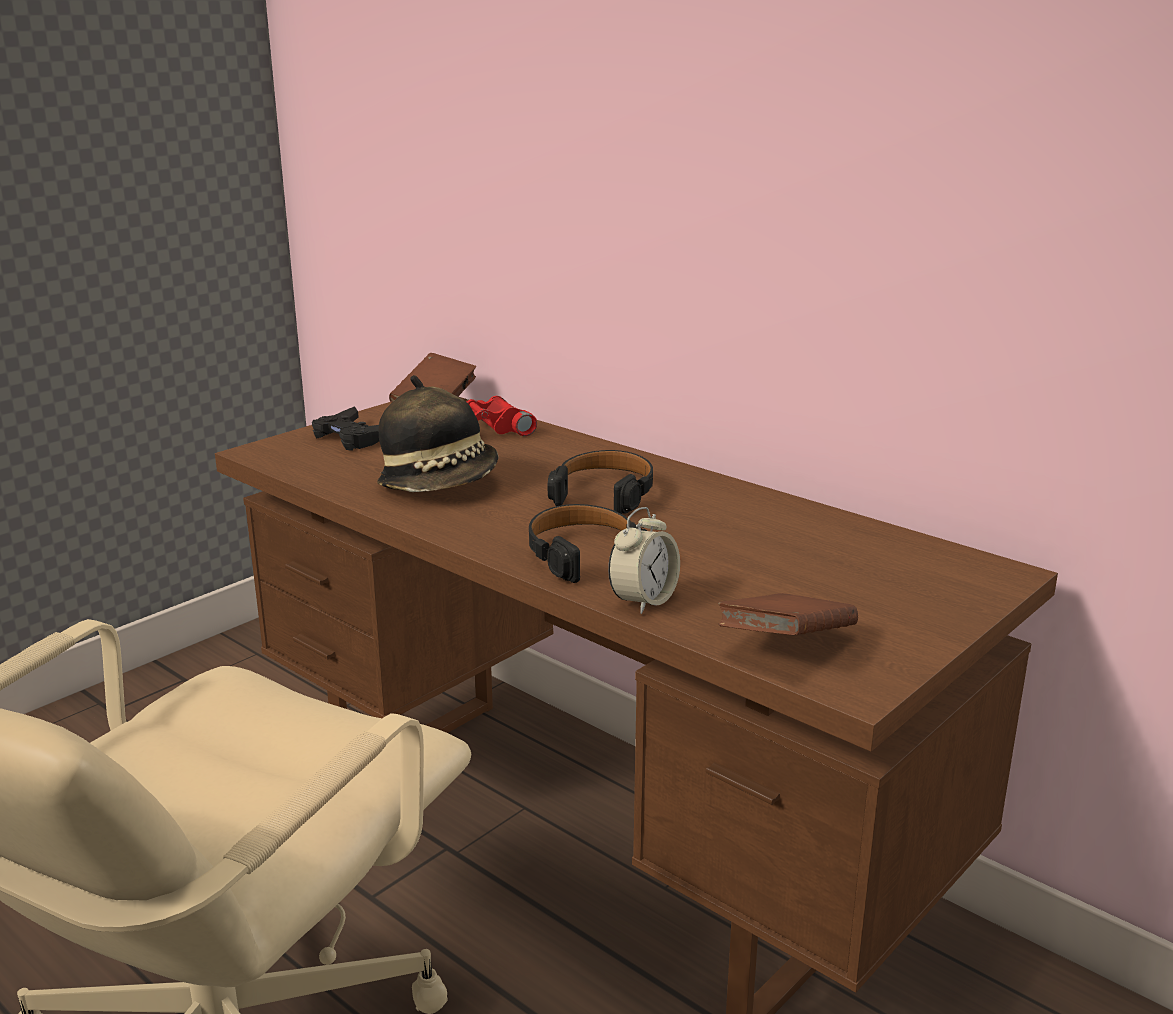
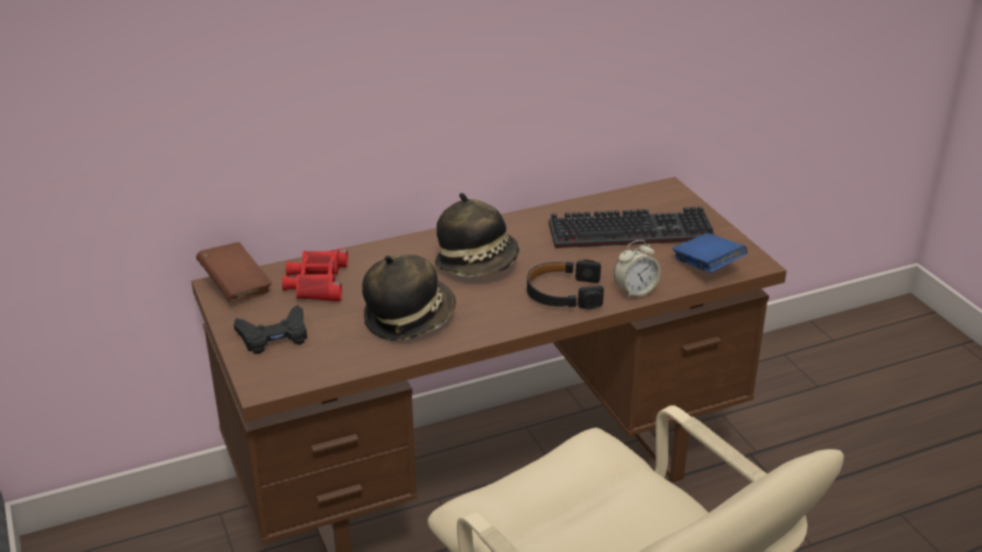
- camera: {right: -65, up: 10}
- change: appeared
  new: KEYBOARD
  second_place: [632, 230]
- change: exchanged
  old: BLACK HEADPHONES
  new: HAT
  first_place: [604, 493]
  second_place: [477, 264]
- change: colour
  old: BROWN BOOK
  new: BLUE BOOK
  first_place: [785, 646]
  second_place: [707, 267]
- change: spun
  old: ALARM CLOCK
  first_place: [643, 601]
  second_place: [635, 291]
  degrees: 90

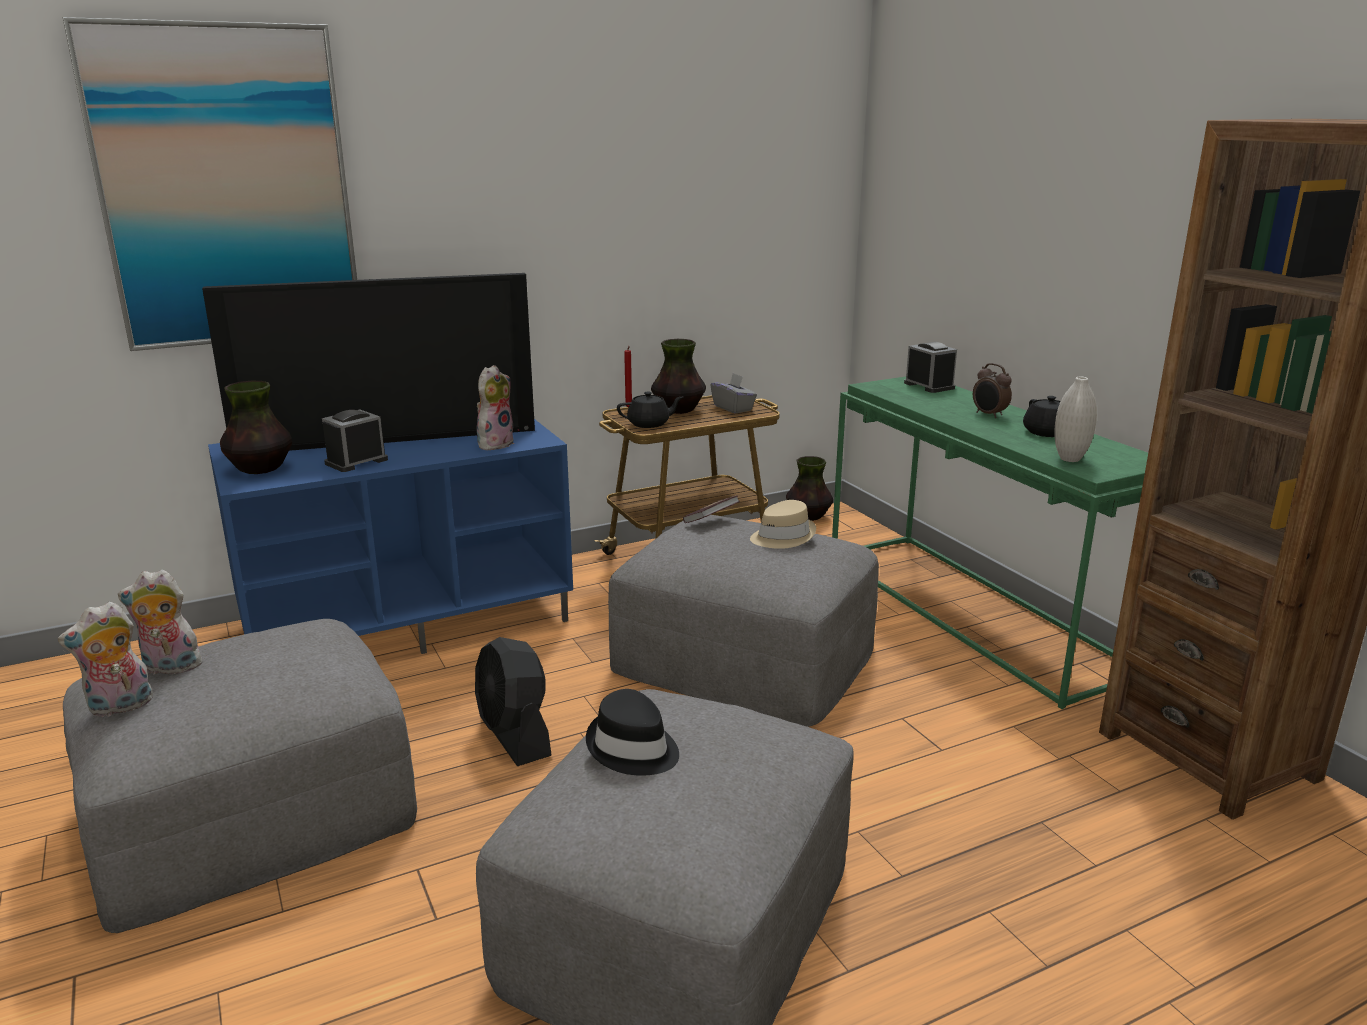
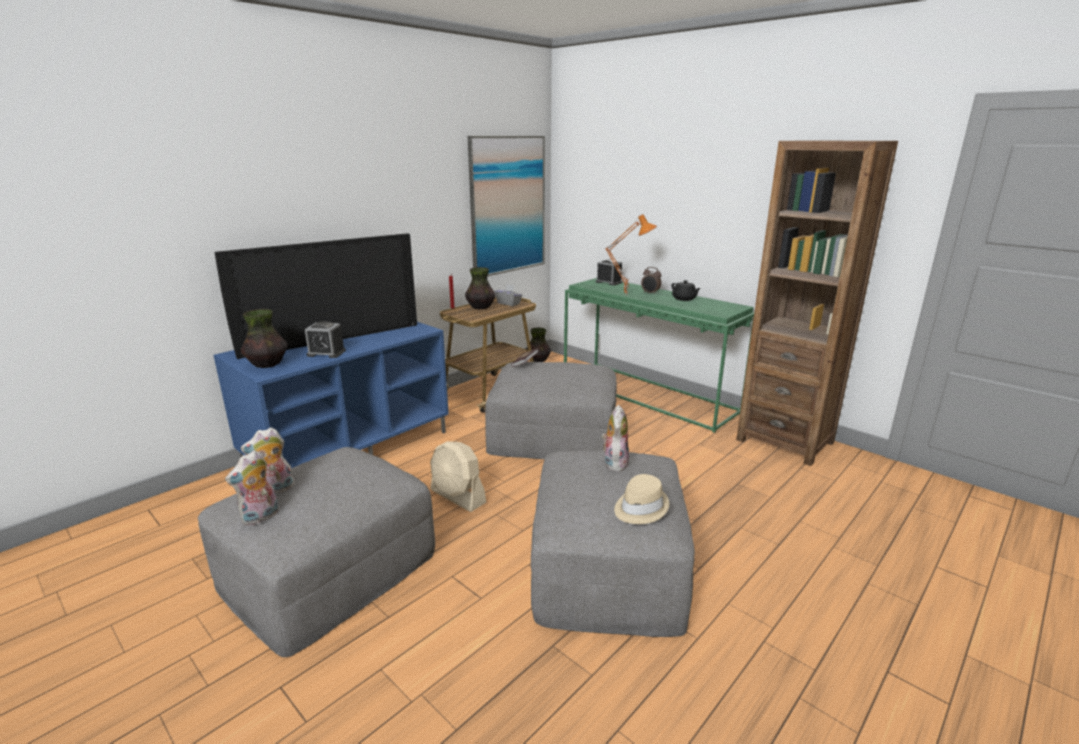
- camera: {right: -20, up: 0}
- change: missing
  old: BLACK HAT
  first_place: [632, 749]
- change: missing
  old: BLACK TEAPOT
  first_place: [649, 424]
- change: missing
  old: WHITE VASE
  first_place: [1070, 459]
- change: appeared
  new: ORANGE TABLE LAMP
  second_place: [627, 294]
- change: relocated
  old: PICTURE
  first_place: [227, 188]
  second_place: [508, 205]
- change: relocated
  old: PLUSH TOY
  first_place: [495, 444]
  second_place: [614, 462]
- change: relocated
  old: BEIGE HAT
  first_place: [782, 537]
  second_place: [640, 508]
- change: colour
  old: BLACK FAN
  new: BEIGE FAN
  first_place: [515, 736]
  second_place: [458, 497]
- change: spun
  old: ALARM CLOCK
  first_place: [356, 461]
  second_place: [326, 353]
  degrees: -105

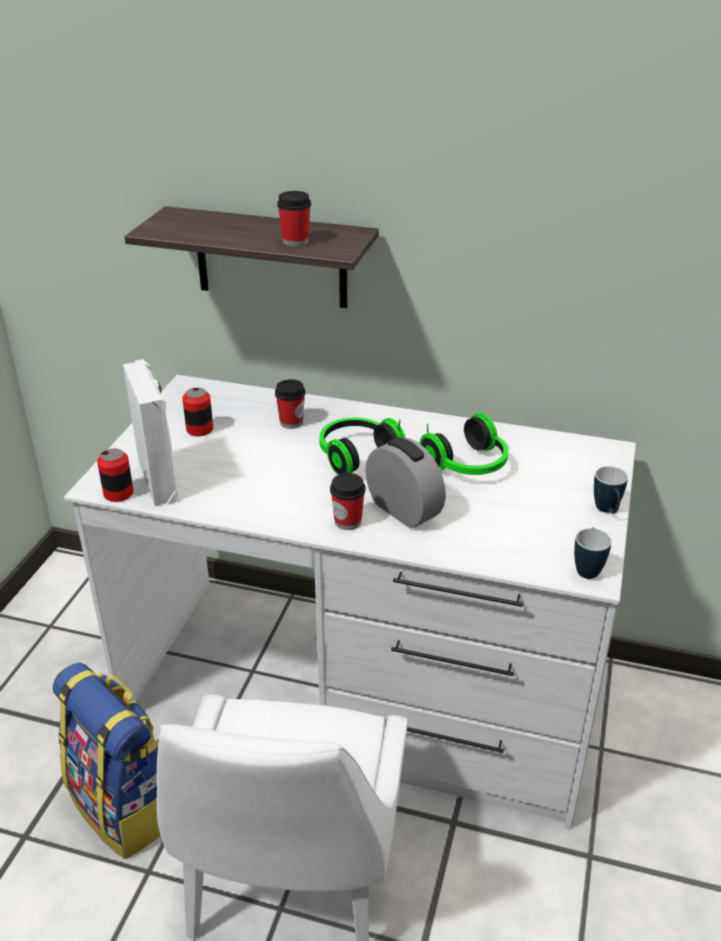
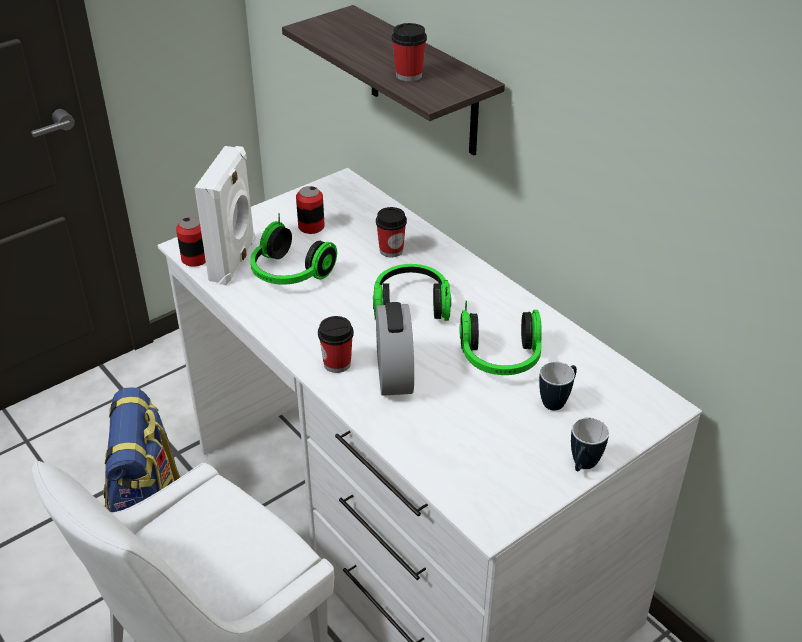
- camera: {right: 35, up: 5}
- change: appeared
  new: HEADPHONES
  second_place: [288, 274]
- change: relocated
  old: MUG
  first_place: [587, 568]
  second_place: [557, 401]

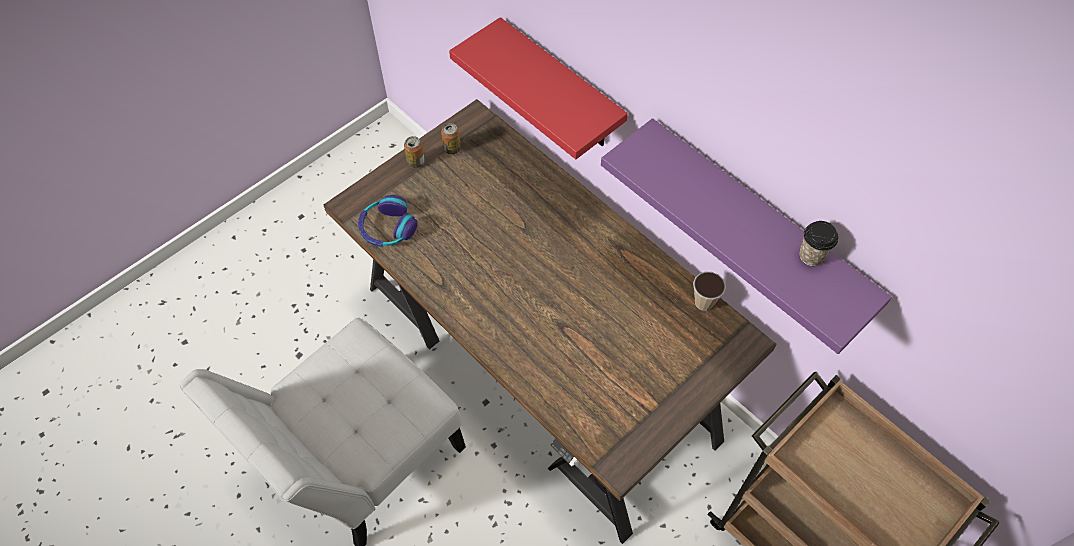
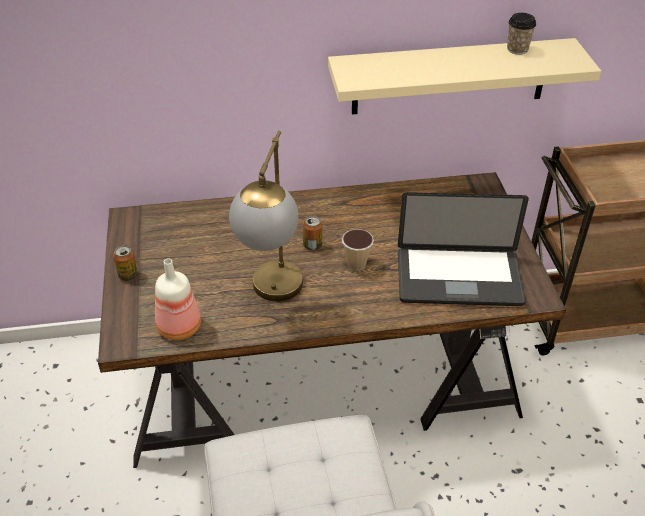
- camera: {right: -55, up: -15}
- change: missing
  old: RED SHELF
  first_place: [561, 87]
- change: appeared
  new: TABLE LAMP
  second_place: [274, 297]
- change: appeared
  new: LAPTOP
  second_place: [458, 278]
- change: relocated
  old: CAN
  first_place: [452, 148]
  second_place: [312, 245]
- change: relocated
  old: CUP
  first_place: [704, 302]
  second_place: [356, 264]
- change: exchanged
  old: HEADPHONES
  new: BOTTLE
  first_place: [387, 228]
  second_place: [178, 328]
- change: colour
  old: PURPLE SHELF
  new: BEIGE SHELF
  first_place: [756, 224]
  second_place: [450, 76]

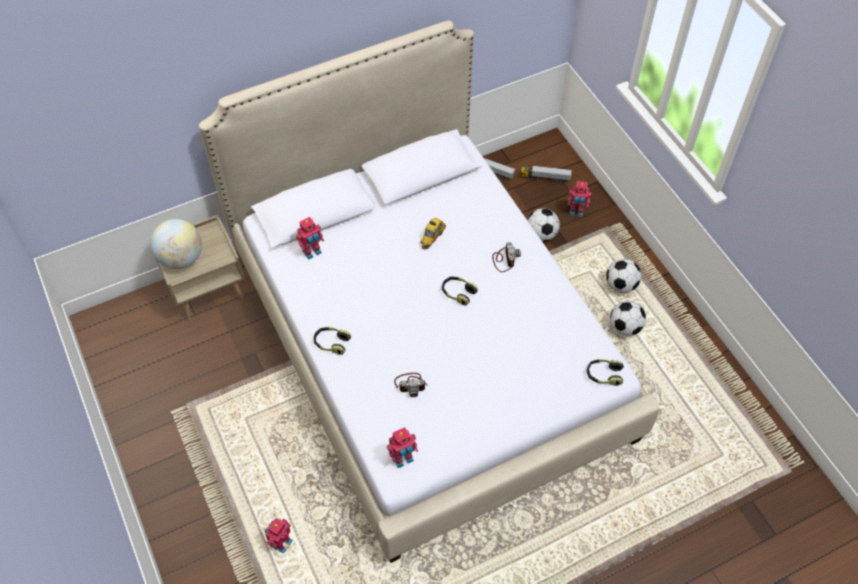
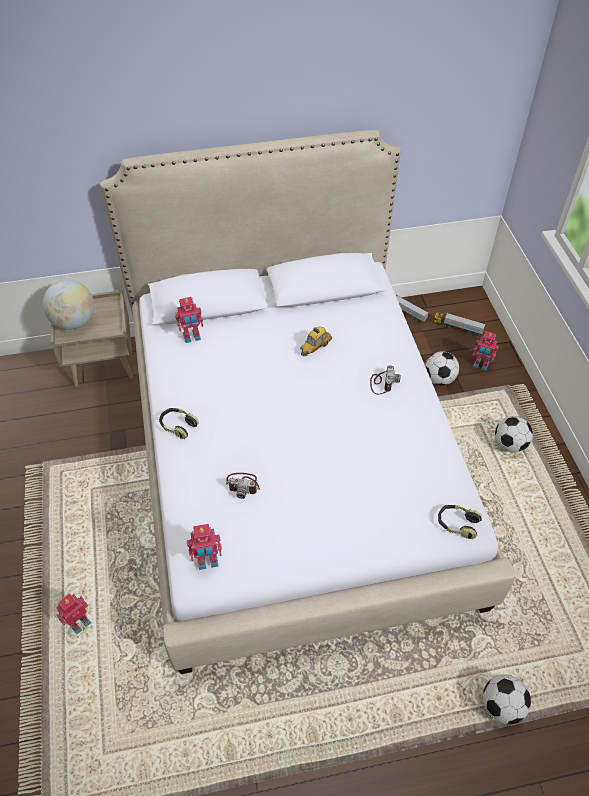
- camera: {right: 15, up: -5}
- change: missing
  old: HEADPHONES
  first_place: [458, 293]
- change: relocated
  old: FOOTBALL
  first_place: [625, 327]
  second_place: [501, 706]

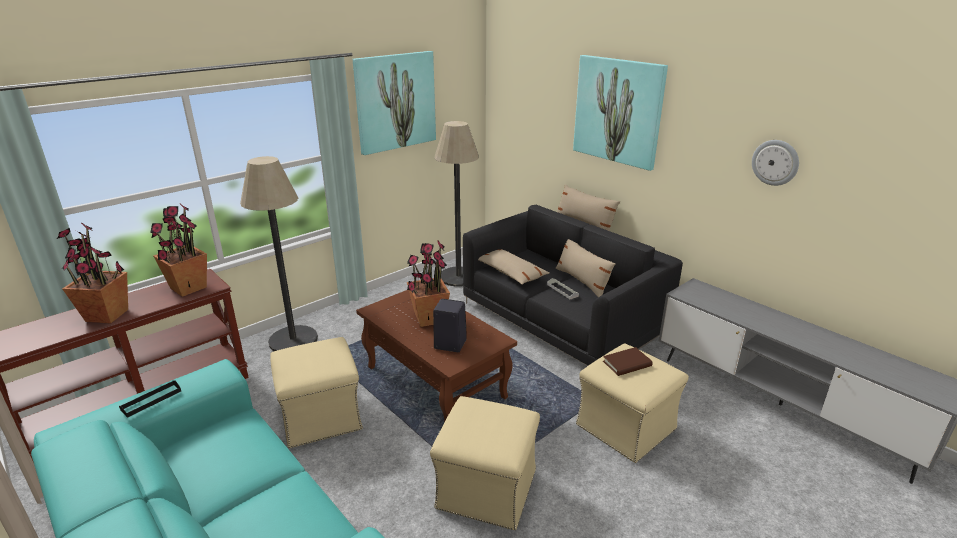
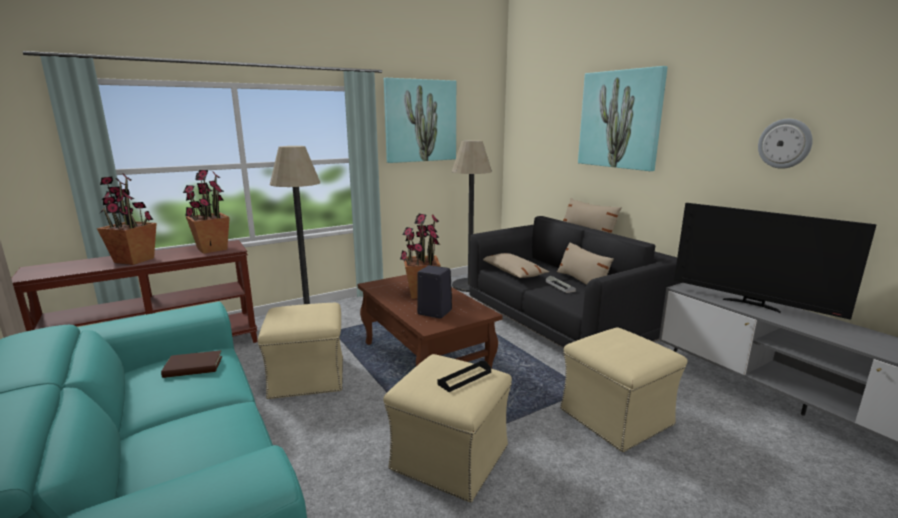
- camera: {right: 10, up: -10}
- change: appeared
  new: TELEVISION
  second_place: [752, 304]
- change: relocated
  old: BLACK TRAY
  first_place: [151, 400]
  second_place: [465, 378]
- change: relocated
  old: BROWN BOOK
  first_place: [627, 364]
  second_place: [193, 367]

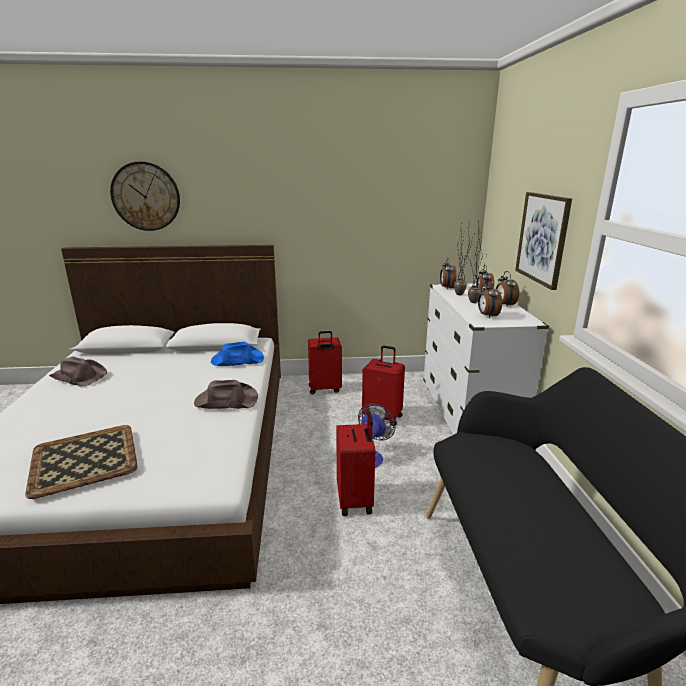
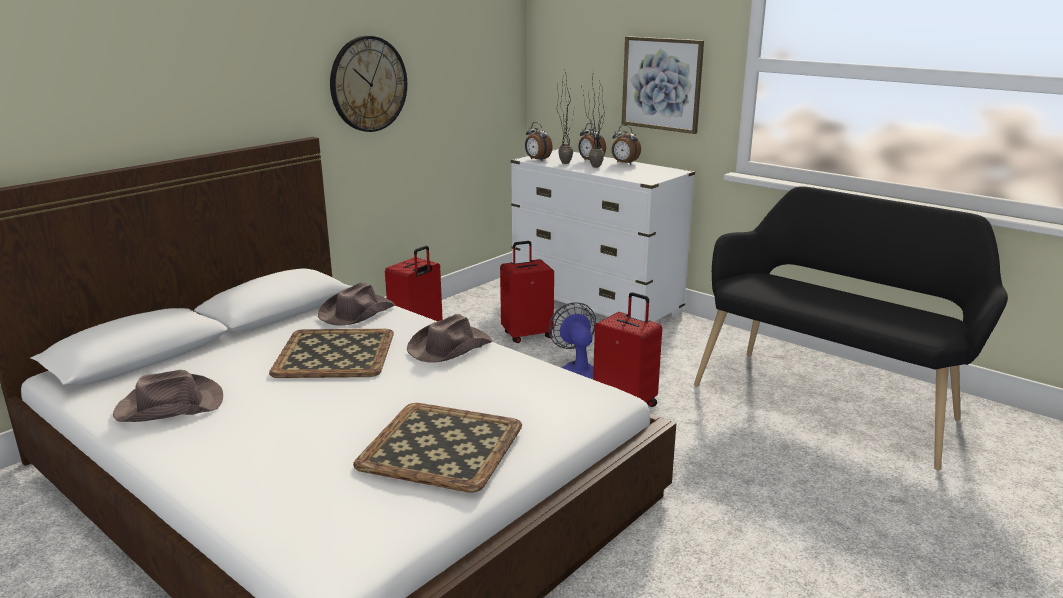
- camera: {right: -45, up: 0}
- change: missing
  old: ALARM CLOCK
  first_place: [487, 315]
- change: appeared
  new: TRAY
  second_place: [336, 353]
- change: relocated
  old: WALL CLOCK
  first_place: [146, 196]
  second_place: [368, 84]
- change: colour
  old: BLUE HAT
  new: BROWN HAT
  first_place: [237, 360]
  second_place: [356, 313]

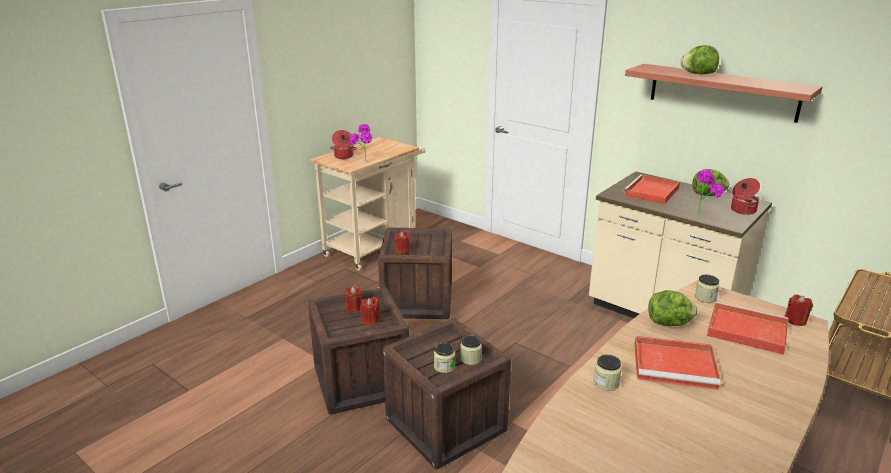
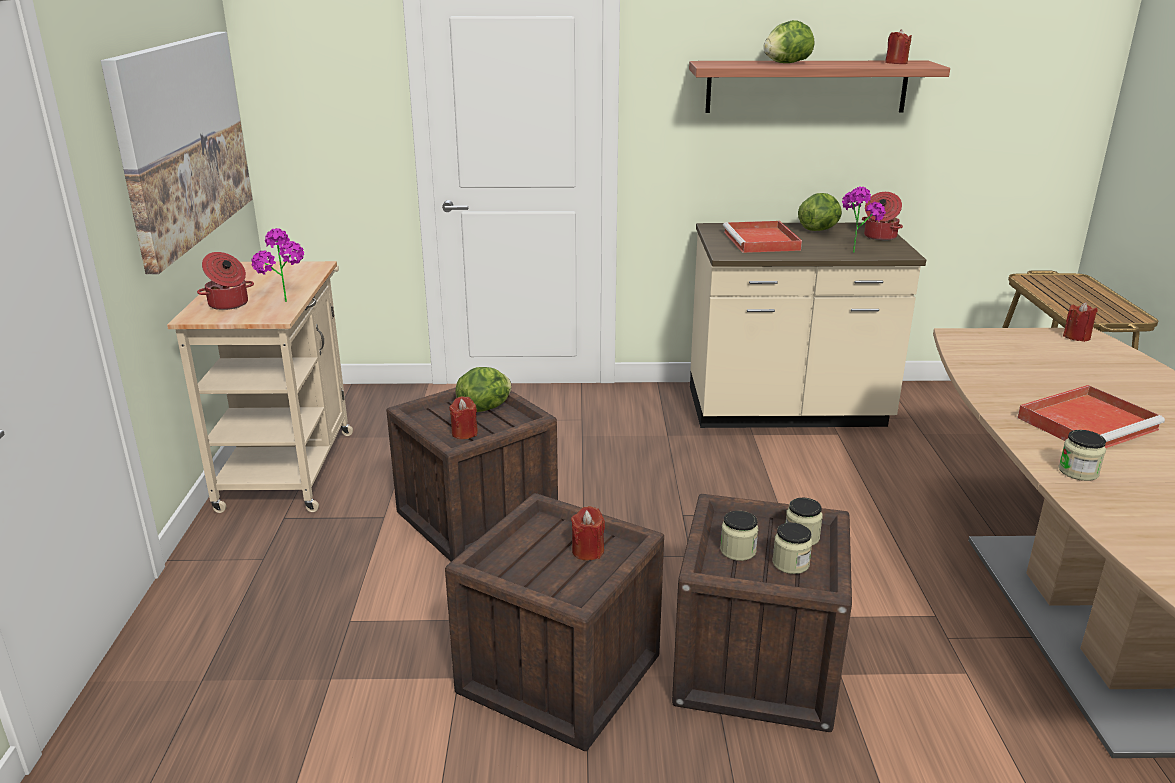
- camera: {right: -40, up: 0}
- change: missing
  old: RED TRAY
  first_place: [745, 330]
- change: appeared
  new: PICTURE
  second_place: [183, 142]
- change: relocated
  old: RED CANDLE
  first_place: [354, 307]
  second_place: [896, 63]
- change: relocated
  old: LETTUCE
  first_place: [669, 323]
  second_place: [485, 408]
- change: relocated
  old: JAR
  first_place: [705, 298]
  second_place: [738, 551]

